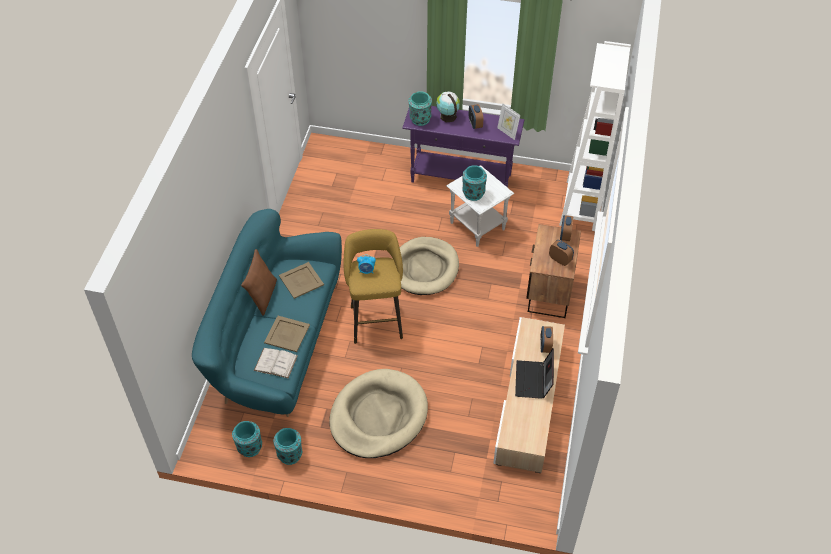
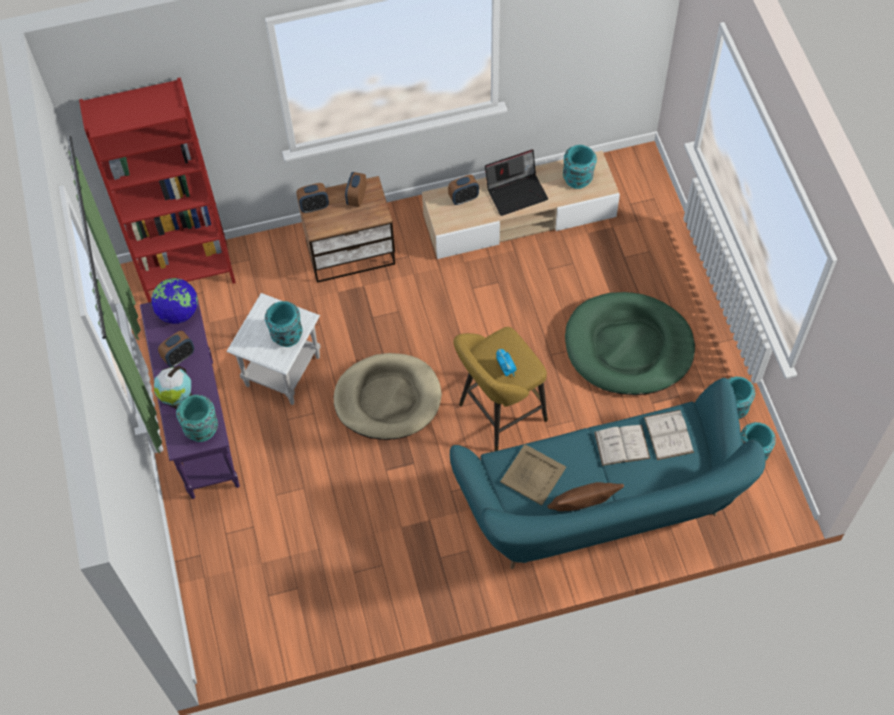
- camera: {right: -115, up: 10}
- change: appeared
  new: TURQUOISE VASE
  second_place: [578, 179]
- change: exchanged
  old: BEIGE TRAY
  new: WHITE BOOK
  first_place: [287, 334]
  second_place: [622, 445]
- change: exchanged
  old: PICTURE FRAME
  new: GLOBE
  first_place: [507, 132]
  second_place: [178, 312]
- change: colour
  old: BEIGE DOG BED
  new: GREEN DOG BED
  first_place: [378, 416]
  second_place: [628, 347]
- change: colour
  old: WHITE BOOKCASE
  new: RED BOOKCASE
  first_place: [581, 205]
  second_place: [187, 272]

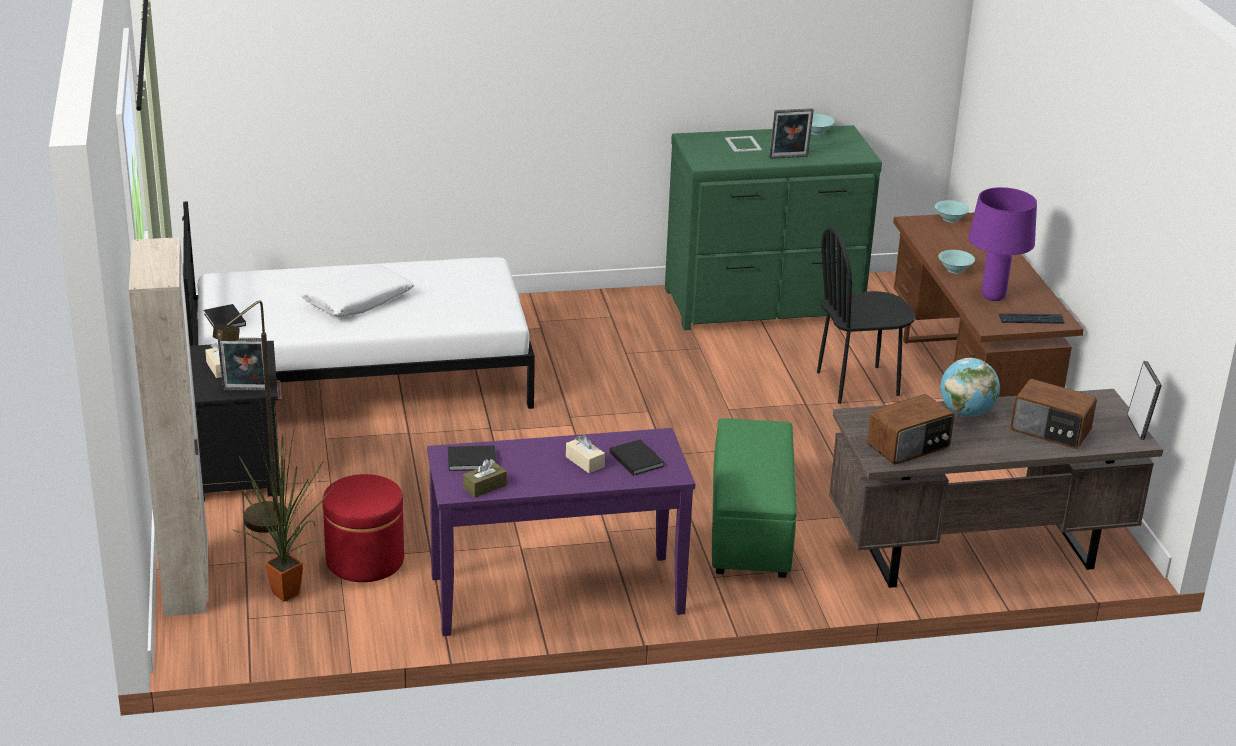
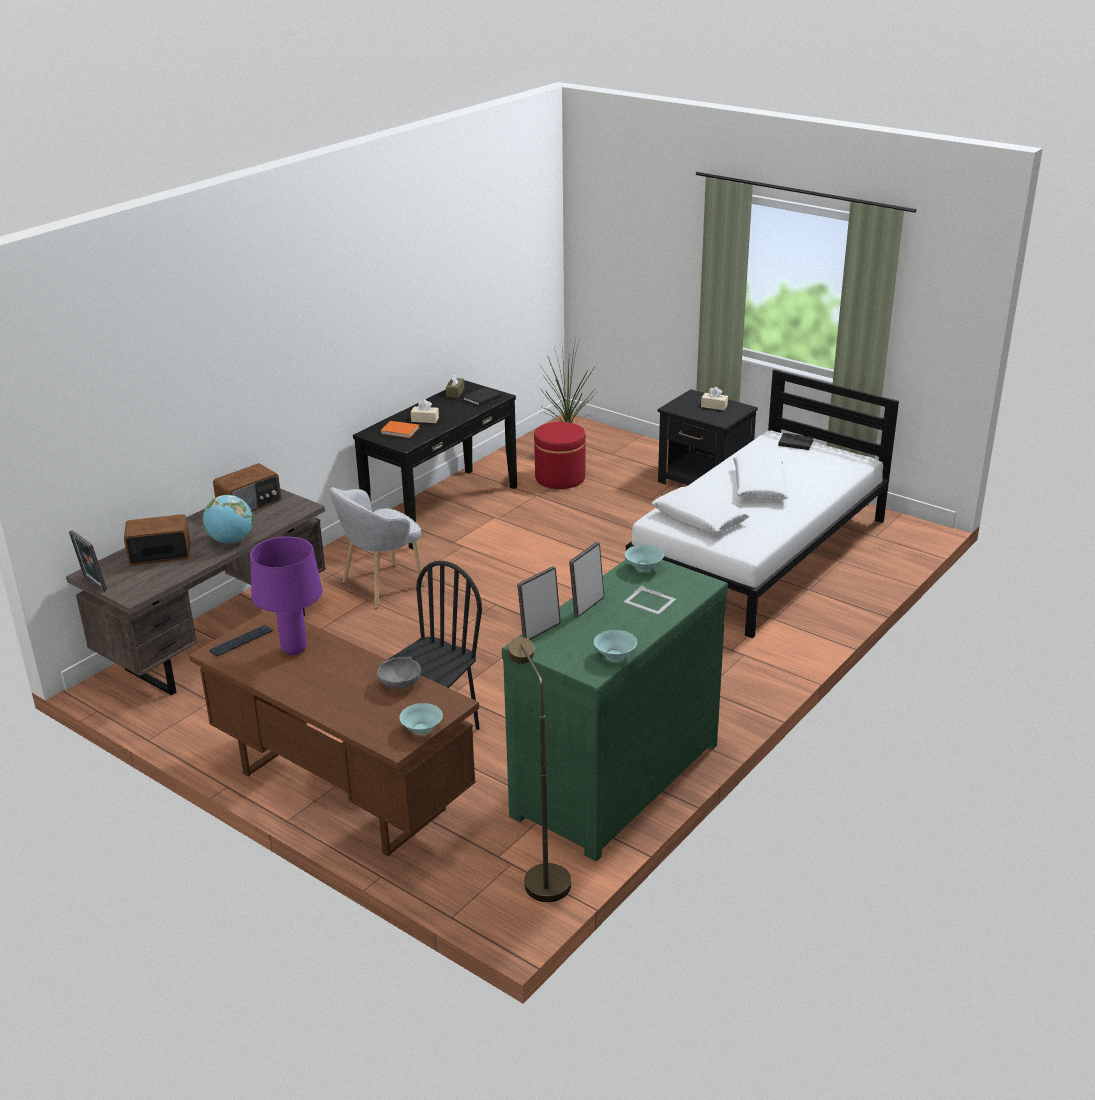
- camera: {right: 140, up: 0}
- change: missing
  old: BEIGE WARDROBE
  first_place: [187, 584]
- change: appeared
  new: GREY BOWL
  second_place: [400, 683]
- change: appeared
  new: WHITE PILLOW
  second_place: [699, 519]
- change: relocated
  old: BROWN FLOOR LAMP
  first_place: [261, 527]
  second_place: [541, 876]
- change: relocated
  old: PICTURE FRAME
  first_place: [246, 391]
  second_place: [539, 630]
- change: relocated
  old: TURQUOISE BOWL
  first_place: [954, 269]
  second_place: [644, 567]
- change: exchanged
  old: GREEN OTTOMAN
  new: GREY ARMCHAIR
  first_place: [750, 529]
  second_place: [381, 586]
- change: colour
  old: PURPLE CONSOLE TABLE
  new: BLACK CONSOLE TABLE
  first_place: [557, 595]
  second_place: [441, 507]
- change: colour
  old: BLACK BOOK
  new: ORANGE BOOK
  first_place: [636, 459]
  second_place: [400, 431]
- change: spun
  old: RADIO
  first_place: [909, 446]
  second_place: [250, 504]
  degrees: -150

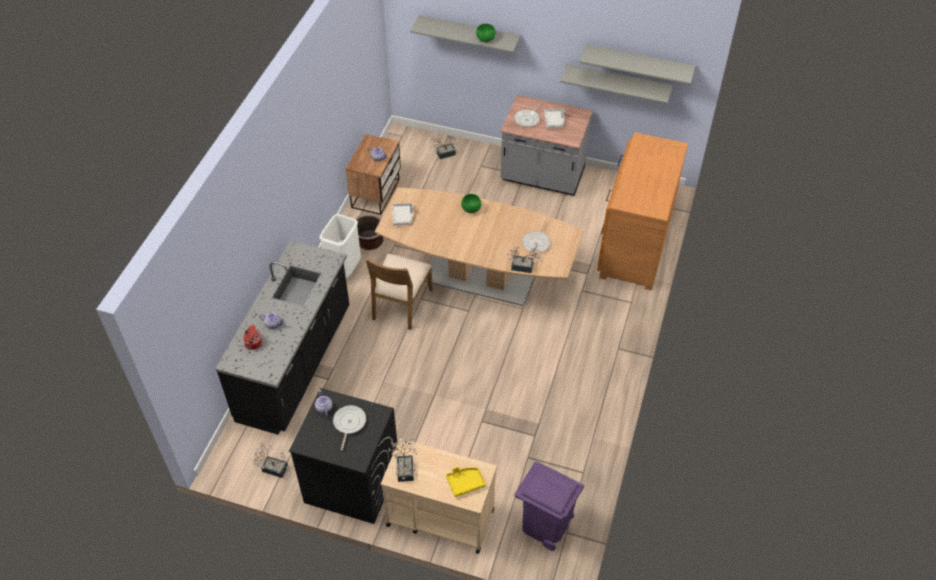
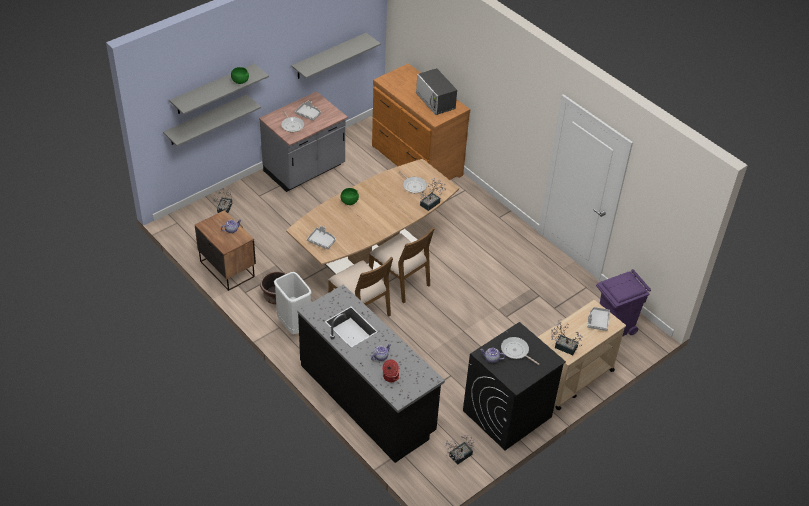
- camera: {right: -60, up: -5}
- change: appeared
  new: BROWN CHAIR
  second_place: [400, 280]
- change: appeared
  new: MICROWAVE
  second_place: [435, 101]
- change: relocated
  old: GREY SHELF
  first_place: [639, 64]
  second_place: [206, 120]
- change: colour
  old: YELLOW TRAY
  new: GREY TRAY
  first_place: [465, 483]
  second_place: [597, 321]

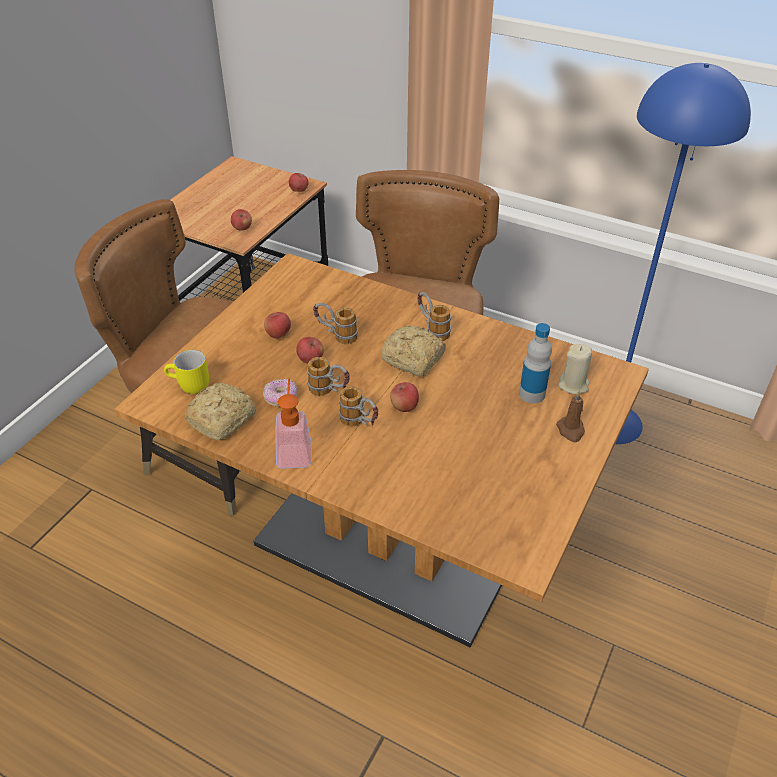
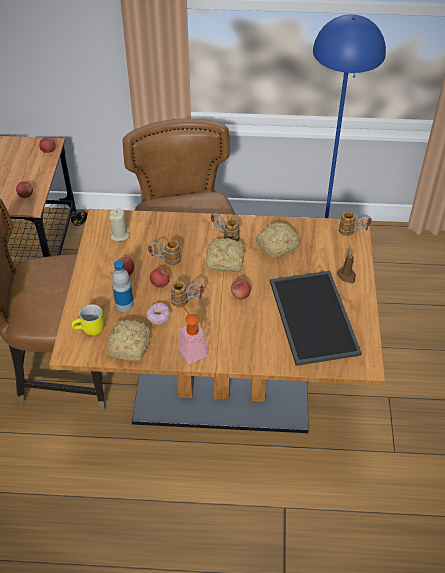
- camera: {right: -25, up: 5}
- change: appeared
  new: BREAD
  second_place: [276, 246]
- change: appeared
  new: TRAY
  second_place: [311, 316]
- change: relocated
  old: MUG
  first_place: [360, 424]
  second_place: [353, 232]
- change: relocated
  old: BOTTLE
  first_place: [532, 394]
  second_place: [124, 304]
- change: relocated
  old: BEIGE CANDLE
  first_place: [573, 385]
  second_place: [120, 235]

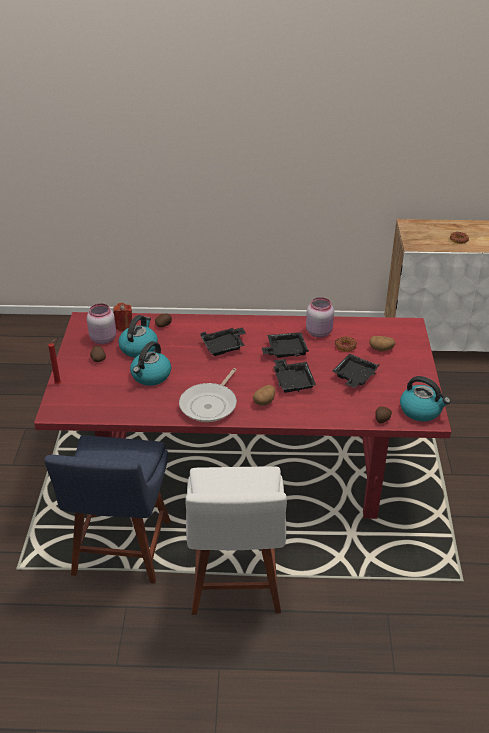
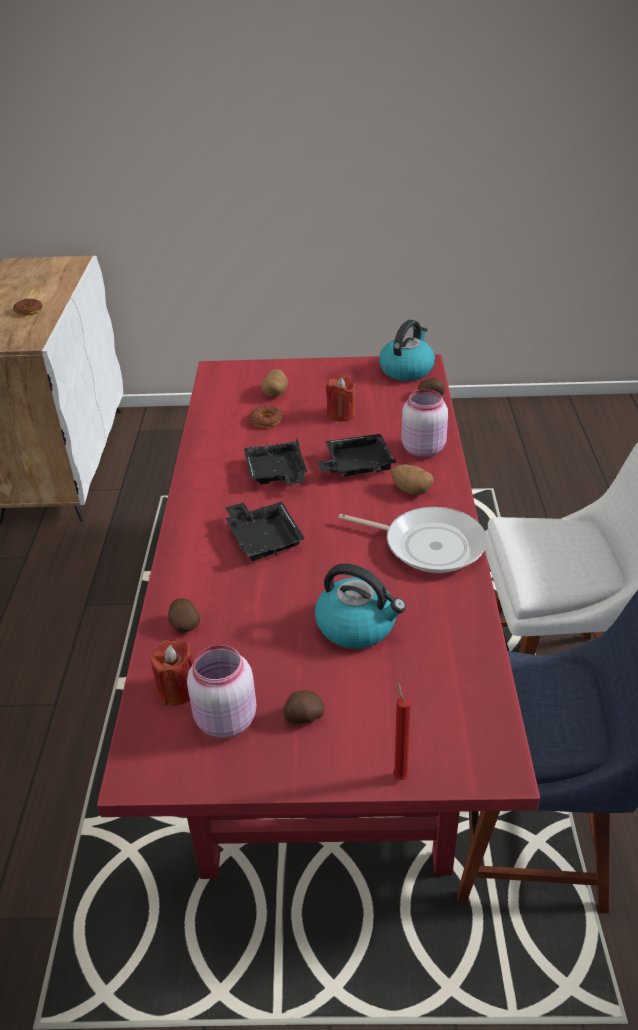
- camera: {right: -90, up: 0}
- change: missing
  old: KETTLE
  first_place: [139, 348]
- change: relocated
  old: PINK JAR
  first_place: [319, 332]
  second_place: [422, 449]
- change: exchanged
  old: BLACK TRAY
  new: RED CANDLE
  first_place: [354, 376]
  second_place: [341, 414]

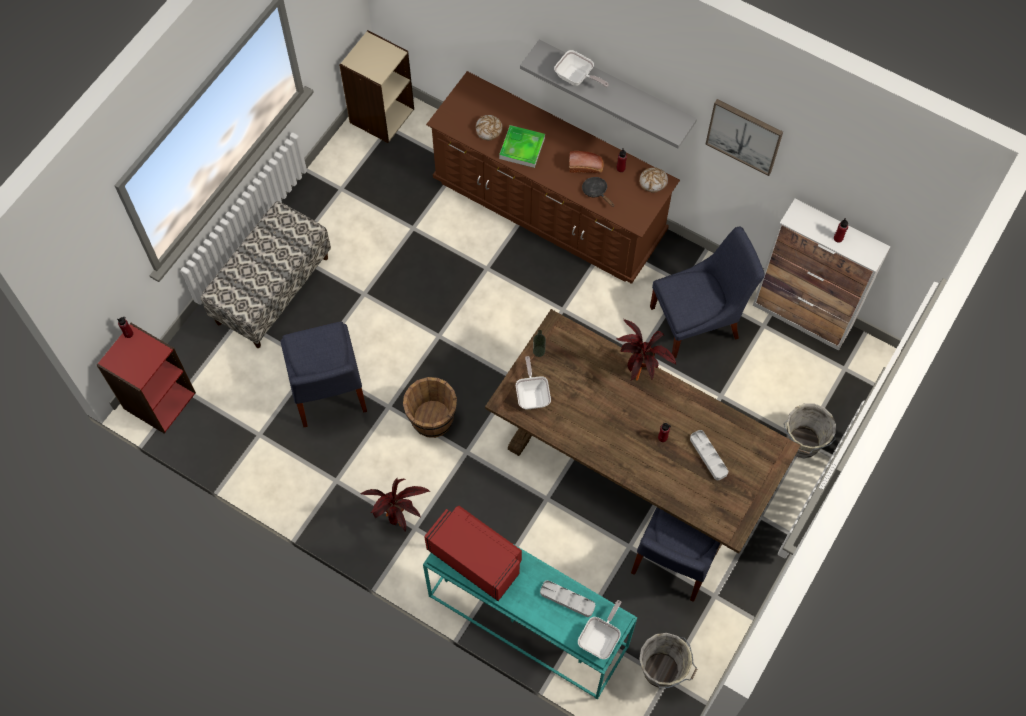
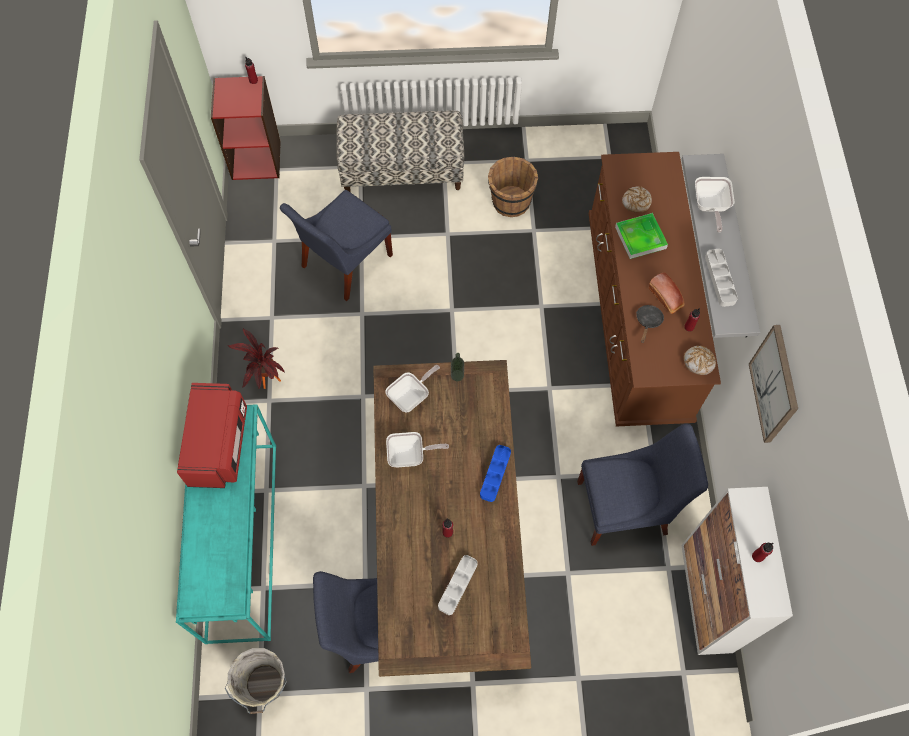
- camera: {right: 55, up: 0}
- change: missing
  old: BEIGE BOOKCASE
  first_place: [381, 115]
- change: missing
  old: GREY BUCKET
  first_place: [802, 444]
- change: relocated
  old: BROWN BUCKET
  first_place: [432, 419]
  second_place: [510, 202]
- change: relocated
  old: GREY TRAY
  first_place: [567, 599]
  second_place: [720, 279]
- change: relocated
  old: FRYING PAN
  first_place: [600, 638]
  second_place: [410, 455]
- change: exchanged
  old: POTTED PLANT
  new: BLUE TRAY
  first_place: [639, 376]
  second_place: [495, 474]
- change: spun
  old: BLUE CHAIR
  first_place: [698, 321]
  second_place: [627, 507]
  degrees: -45

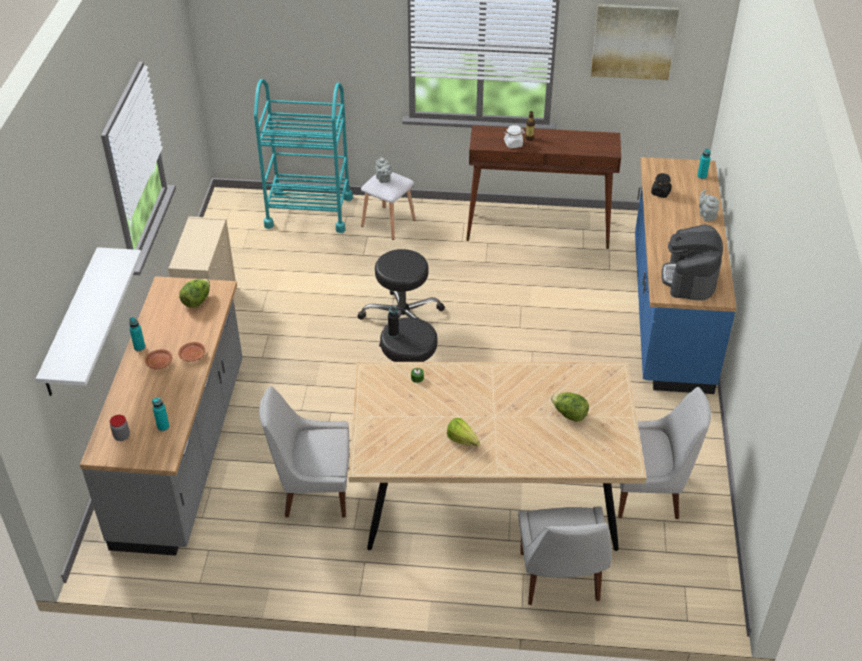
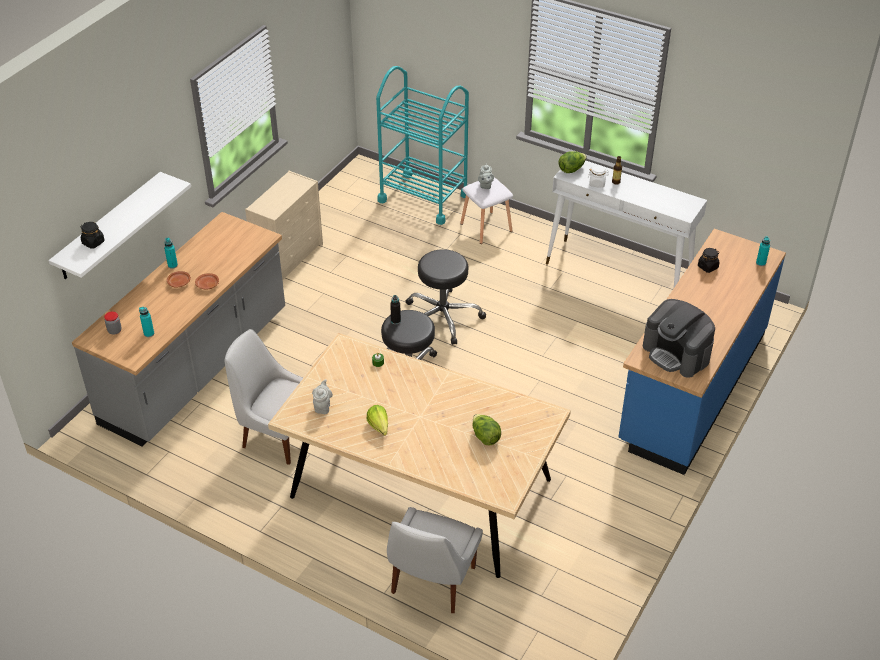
- camera: {right: 25, up: 0}
- change: missing
  old: PICTURE
  first_place: [633, 41]
- change: missing
  old: WHITE CHAIR
  first_place: [648, 492]
- change: appeared
  new: BLACK JAR
  second_place: [93, 242]
- change: relocated
  old: LETTUCE
  first_place: [197, 301]
  second_place: [571, 169]
- change: relocated
  old: GREY TEAPOT
  first_place: [706, 215]
  second_place: [322, 406]
- change: colour
  old: BROWN CONSOLE TABLE
  new: WHITE CONSOLE TABLE
  first_place: [538, 230]
  second_place: [618, 274]
- change: spun
  old: COFFEE MACHINE
  first_place: [689, 278]
  second_place: [676, 353]
  degrees: -75

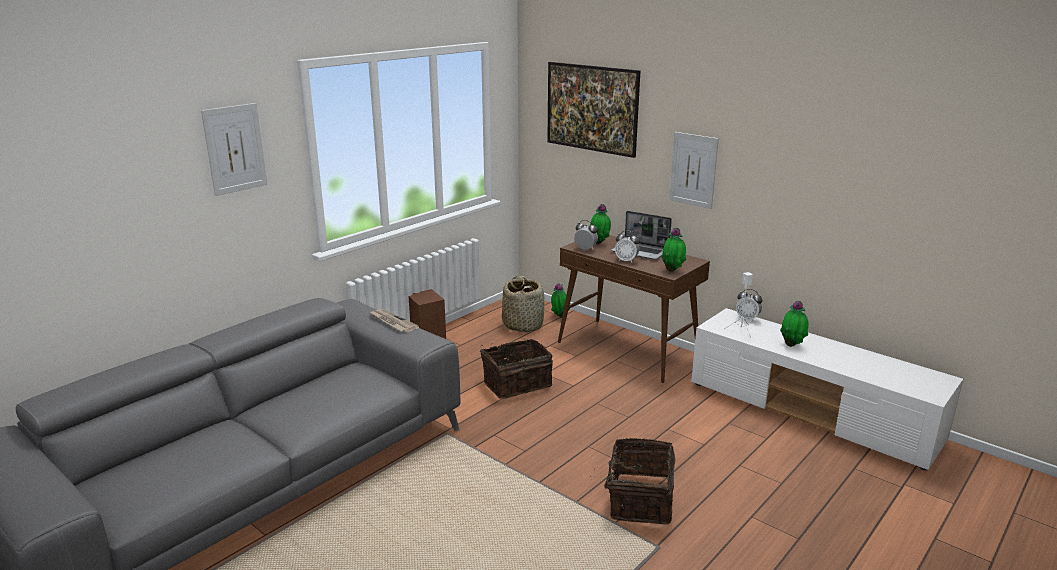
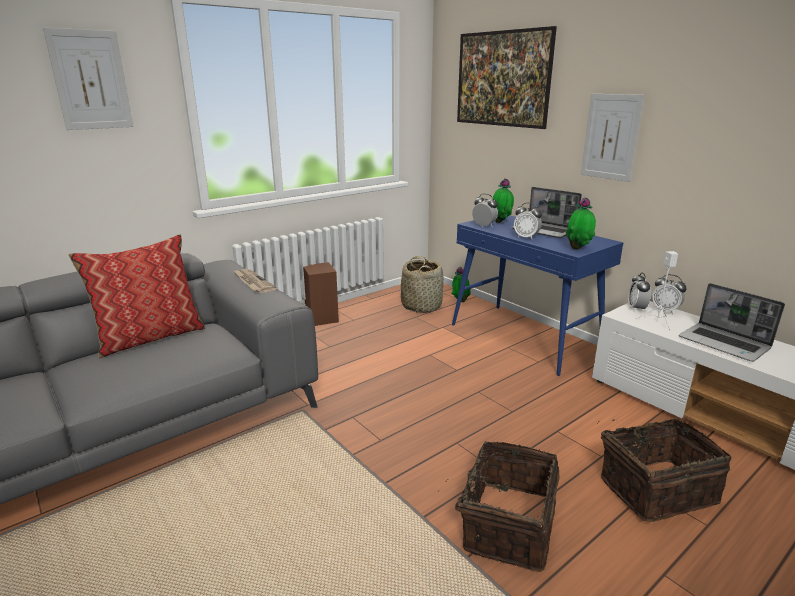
- camera: {right: 10, up: 0}
- change: appeared
  new: PILLOW
  second_place: [150, 337]
- change: appeared
  new: ALARM CLOCK
  second_place: [636, 308]
- change: relocated
  old: BASKET
  first_place: [516, 383]
  second_place: [654, 488]
- change: exchanged
  old: POTTED PLANT
  new: LAPTOP
  first_place: [792, 345]
  second_place: [725, 343]
- change: colour
  old: BROWN CONSOLE TABLE
  new: BLUE CONSOLE TABLE
  first_place: [628, 349]
  second_place: [525, 337]

